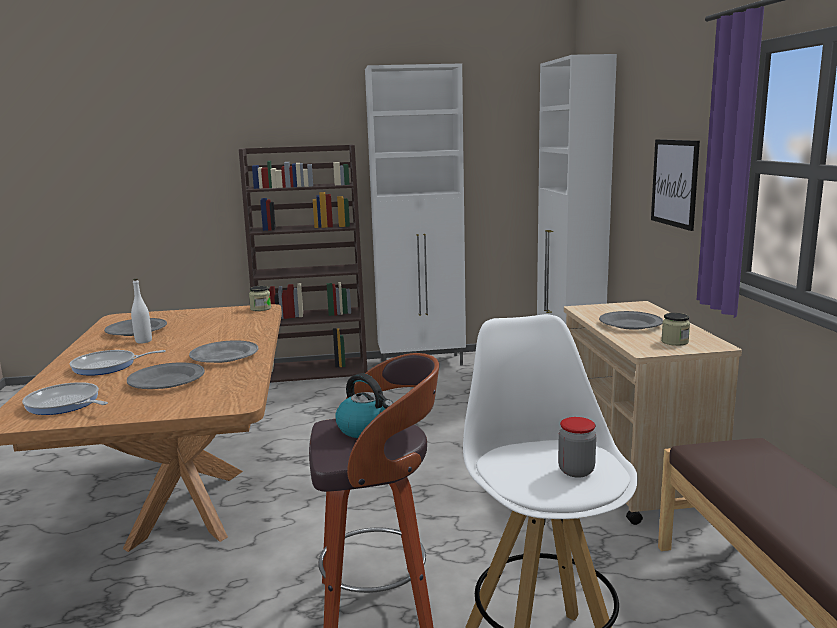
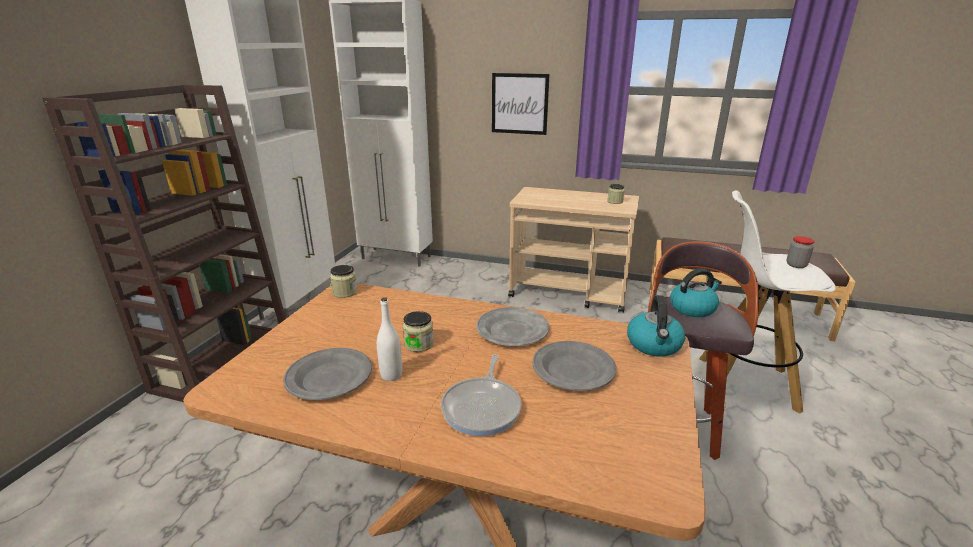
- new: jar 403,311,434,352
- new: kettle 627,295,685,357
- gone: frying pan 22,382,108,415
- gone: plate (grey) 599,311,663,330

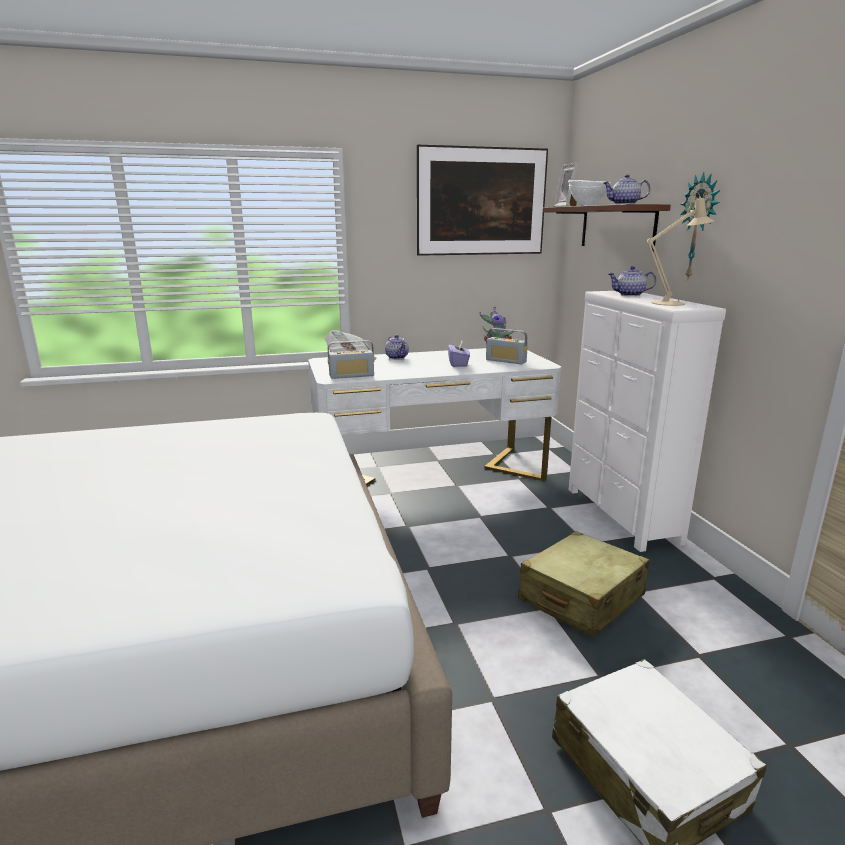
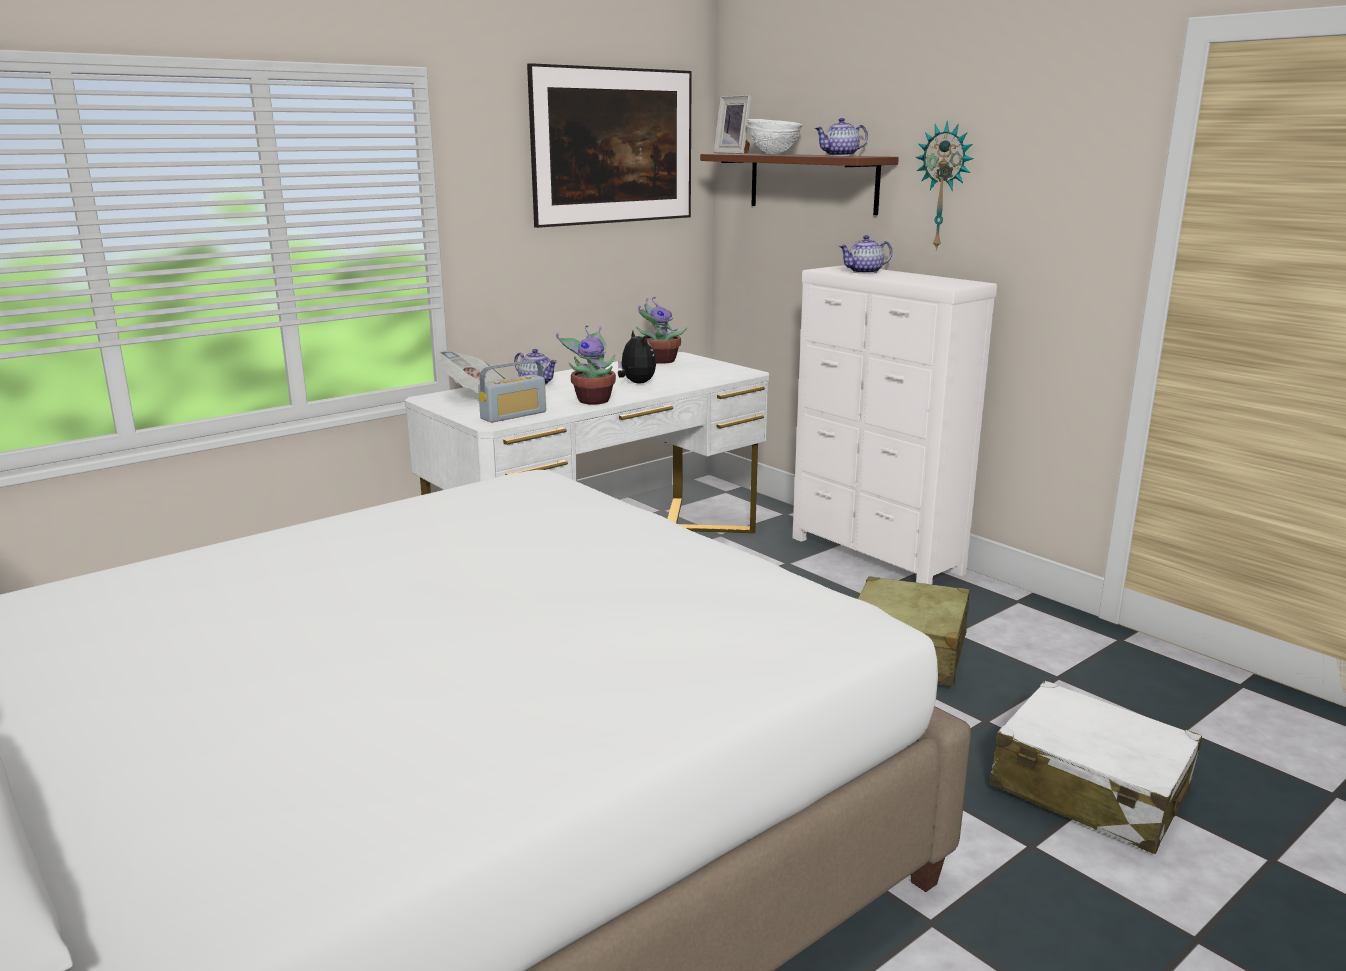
- new: potted plant 556,325,616,405
- swapped: tissue box (purple) 448,341,470,367 to plush toy 618,331,656,383
- gone: radio 486,328,528,364
- gone: table lamp (beige) 647,192,715,306

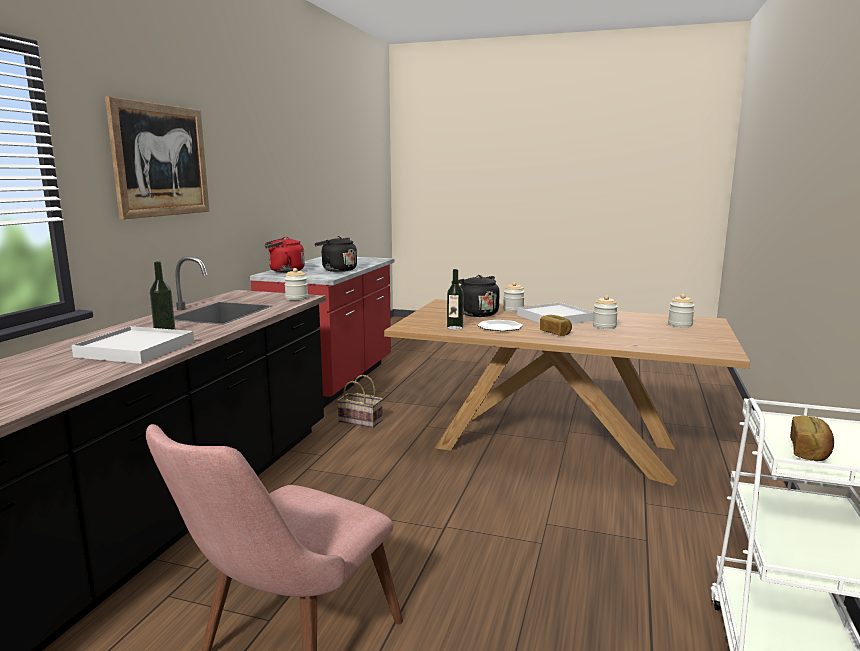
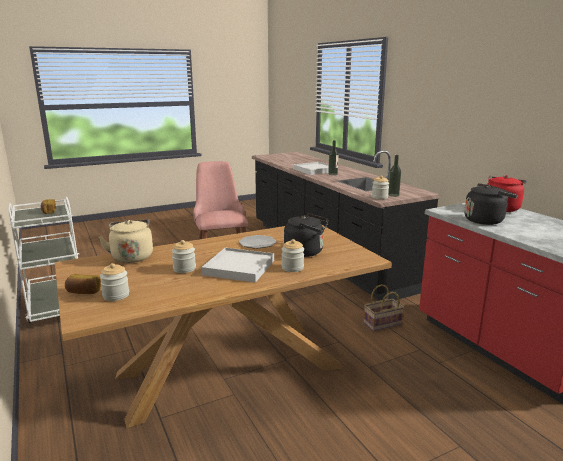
- shifted: bread 540,315,572,336 to 65,274,101,294
- new: kettle (beige) 99,220,153,263
- shifted: bottle 447,269,464,330 to 388,155,401,197
- gone: picture 105,96,210,220

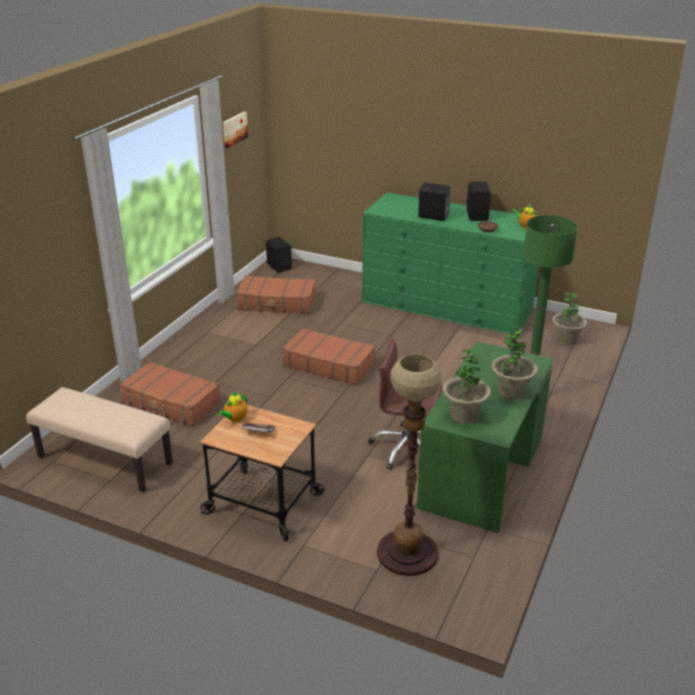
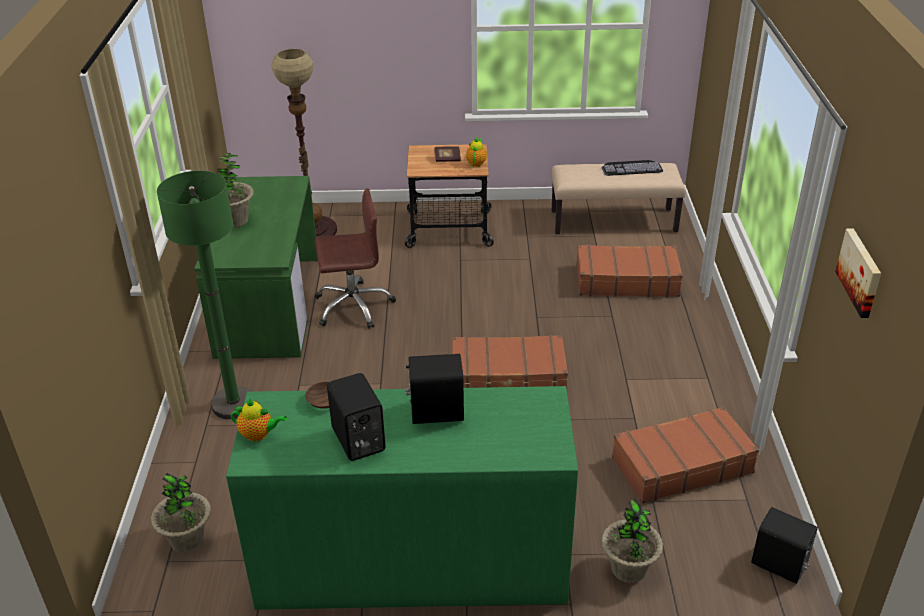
- shifted: potted plant 442,350,491,424 to 601,499,663,583
- new: keyboard 602,160,663,176

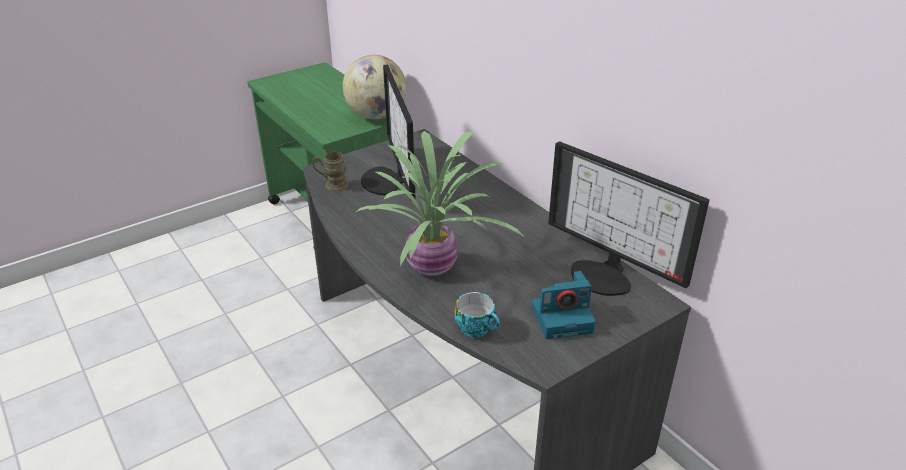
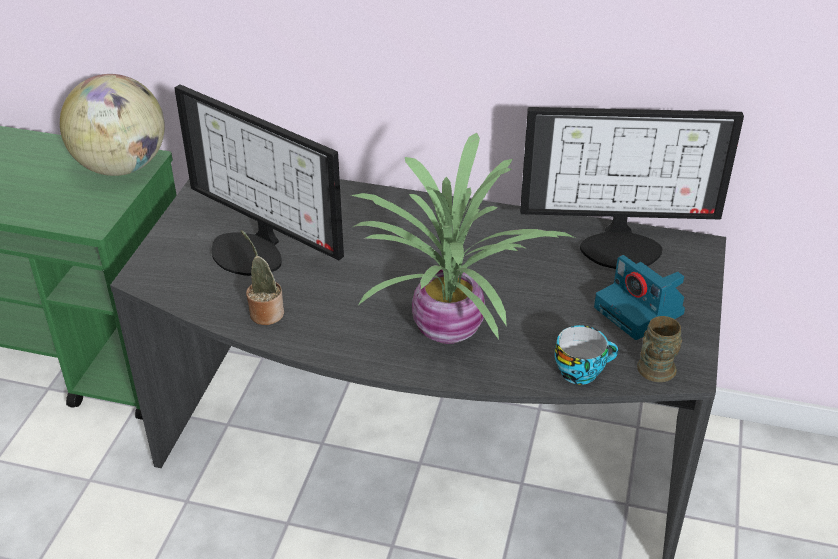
- new: potted plant 241,230,284,325
- rotated: photo camera 531,271,595,339 = 594,255,685,340 105 degrees clockwise
- shifted: mug (brown) 312,152,349,192 to 637,316,682,382

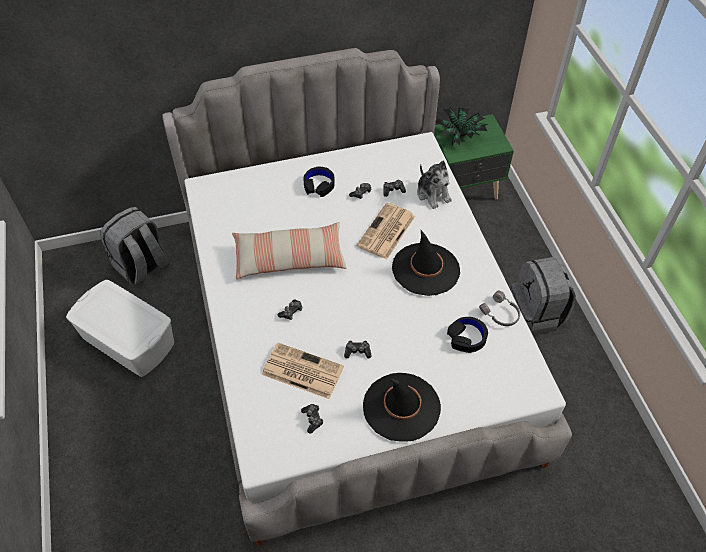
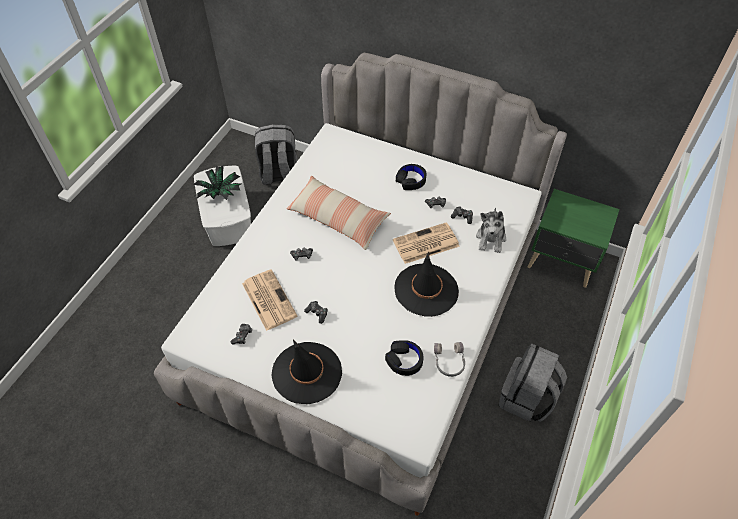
- shifted: potted plant 436,106,487,147 to 194,165,241,200

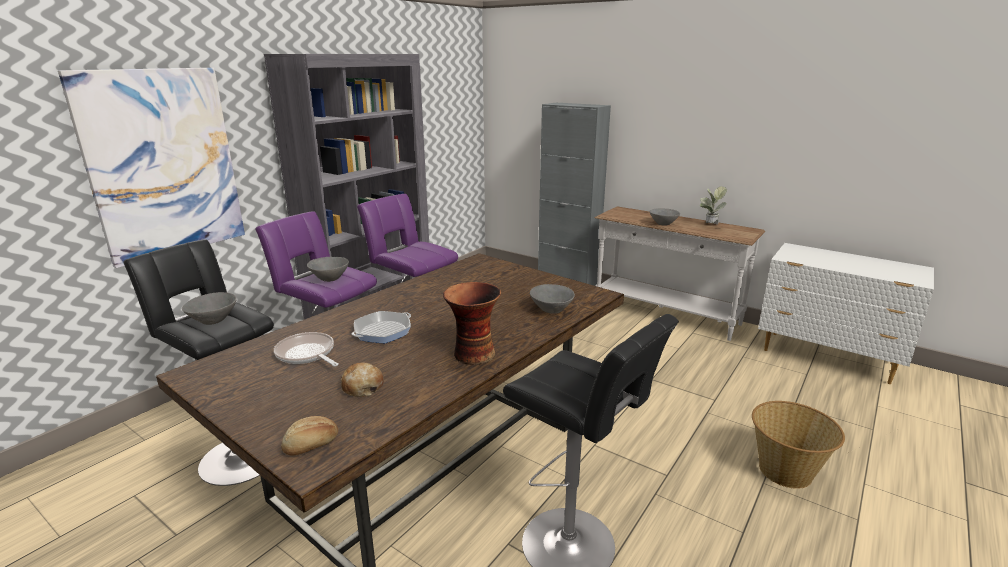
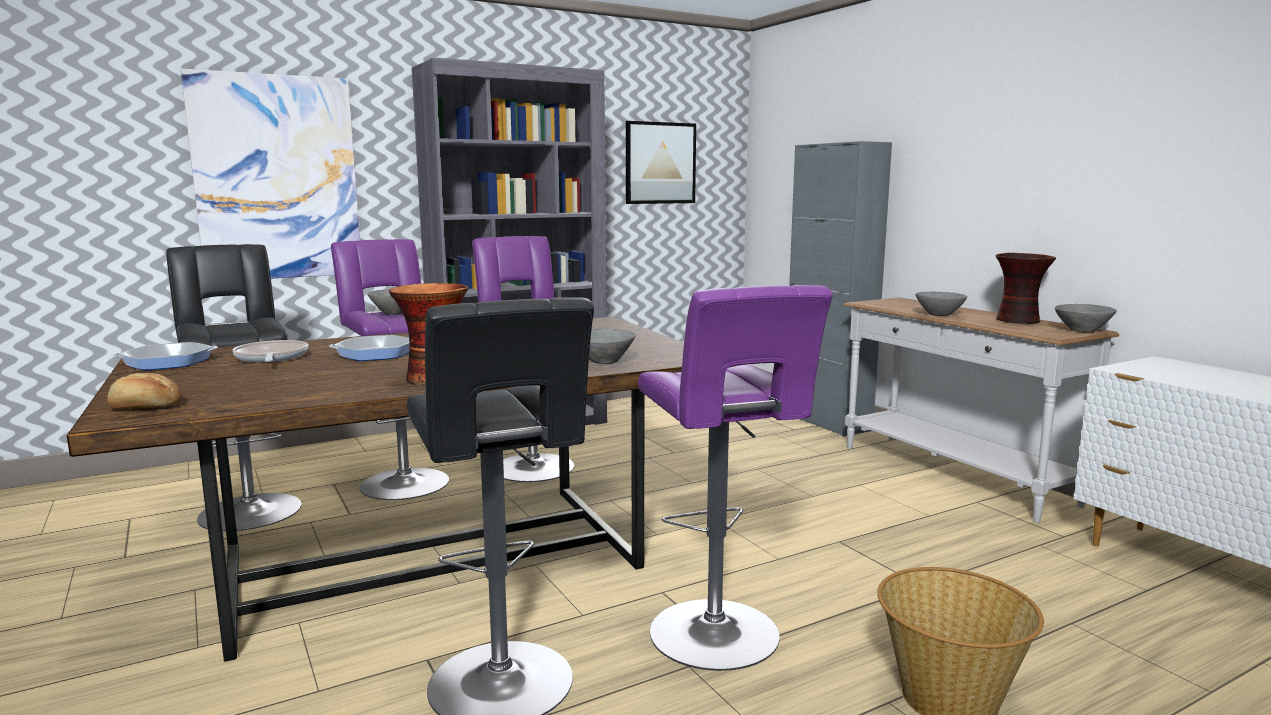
- new: frying pan 113,342,217,370
- new: picture 626,121,696,204
- new: stool (purple) 638,285,833,671
- swapped: potted plant 700,186,727,225 to vase 995,253,1056,324
- shifted: bowl (grey) 182,292,237,325 to 1055,304,1117,333
- gone: bread 341,362,384,397

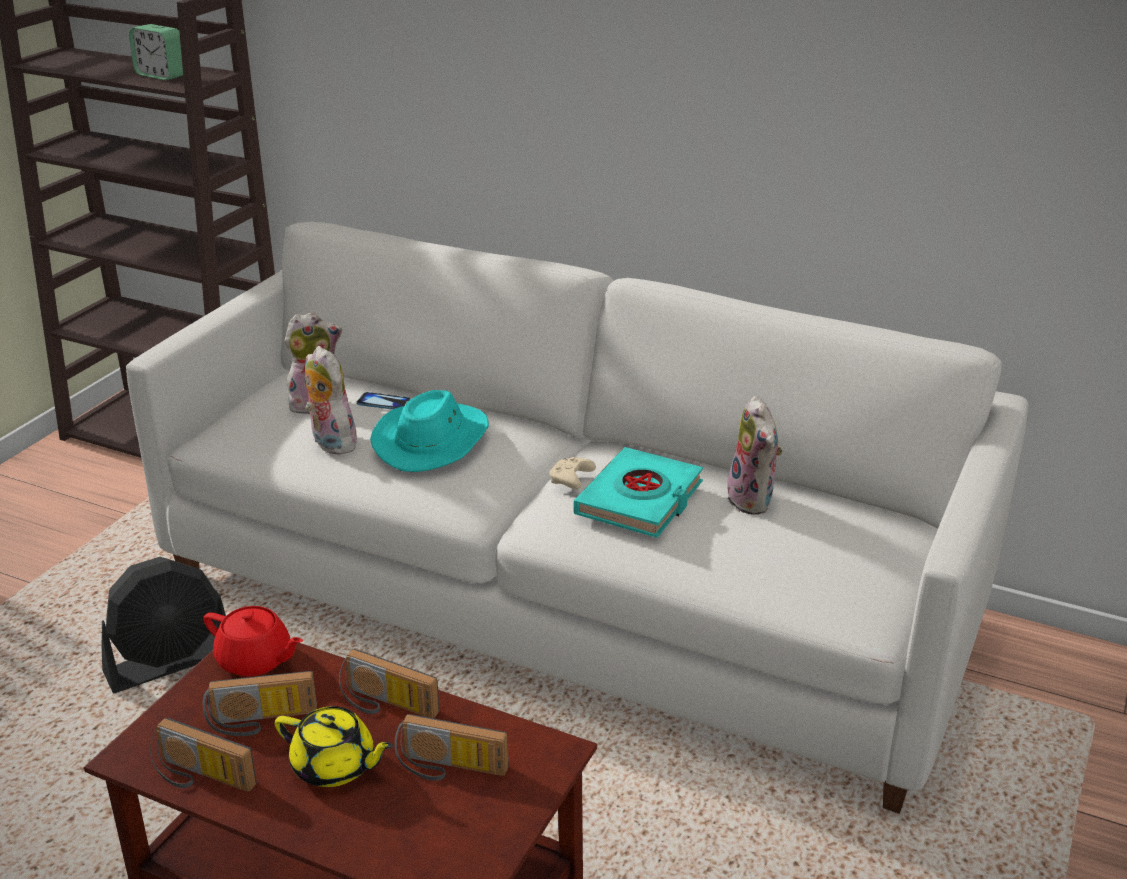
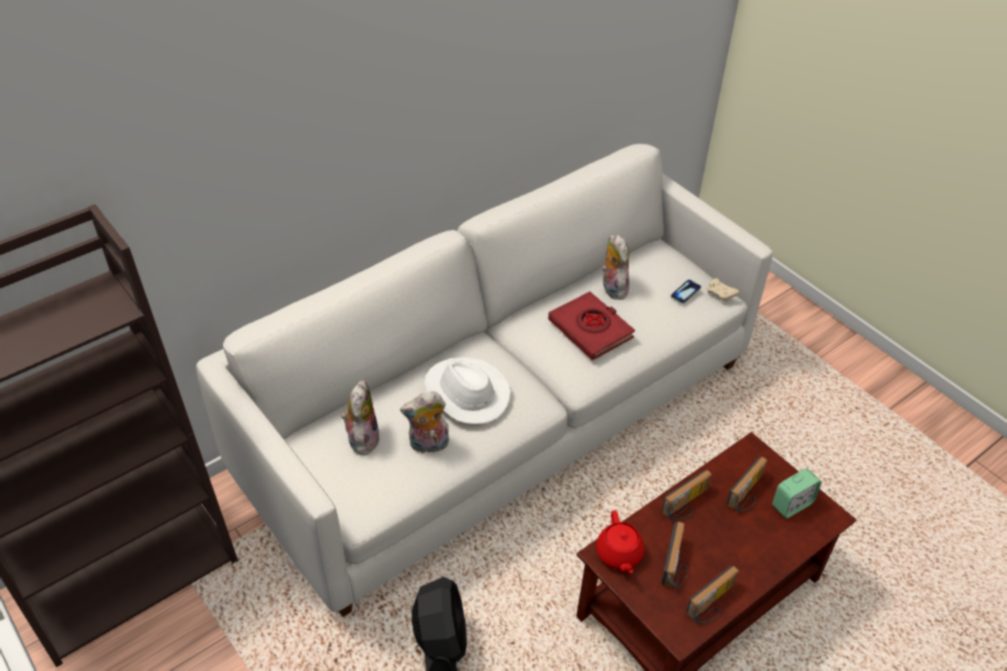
- repainted: hat (turquoise) 370,390,489,472 to hat (white) 424,357,511,424
- repainted: book (turquoise) 573,447,703,538 to book (red) 548,291,635,360
- rotated: teapot (red) 203,606,303,677 = 596,510,644,573 120 degrees clockwise
- rotated: plush toy 727,395,783,515 = 601,235,629,300 120 degrees counterclockwise
- shifted: phone 357,392,411,410 to 671,280,701,303
- shifted: game controller (beige) 549,457,596,489 to 707,278,739,302
- shifted: alarm clock 129,24,183,80 to 772,468,822,518
- gone: teapot (yellow) 275,706,394,787

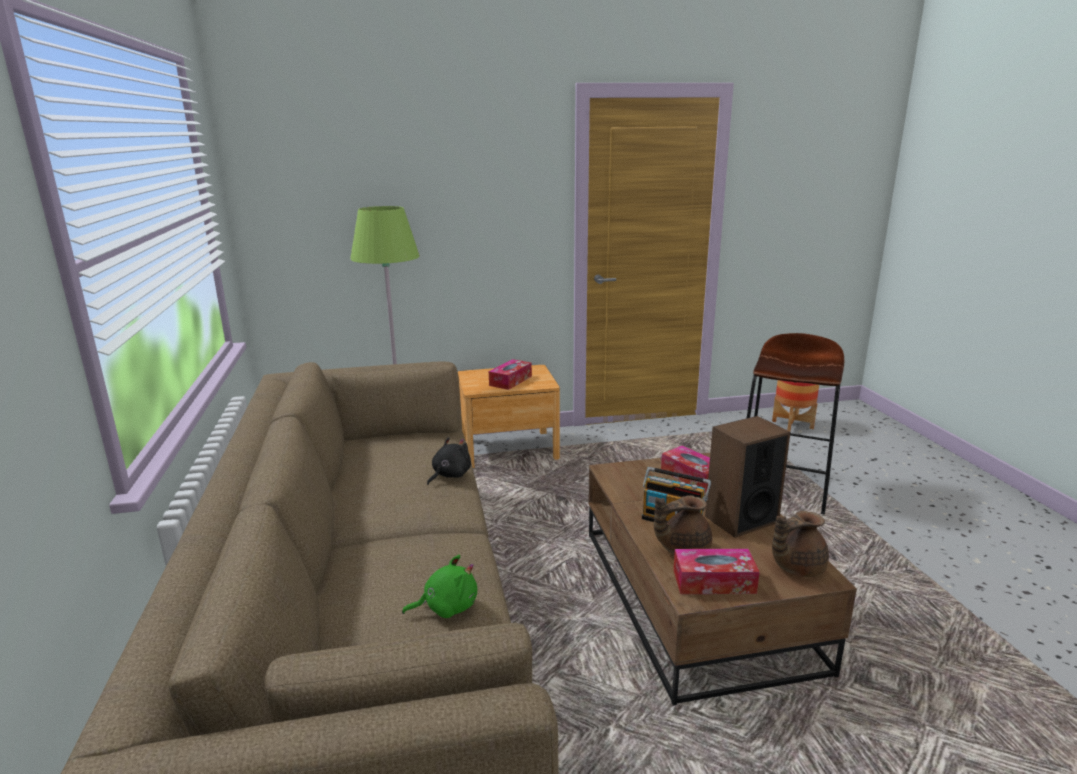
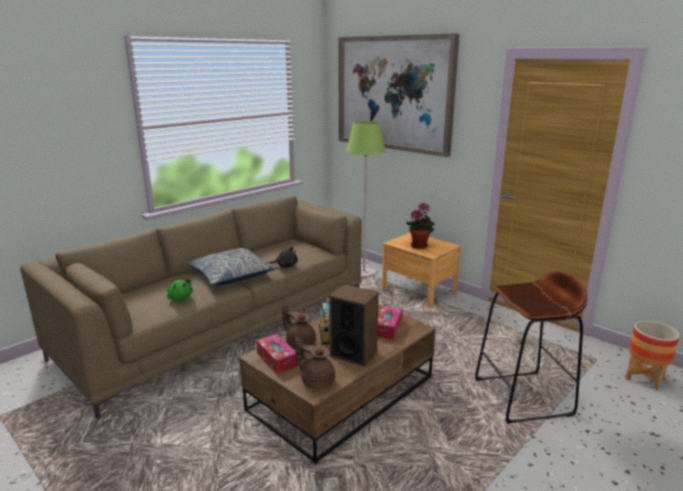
- new: pillow 187,248,277,285
- new: picture 339,34,460,157
- swapped: tissue box 489,359,532,390 to potted plant 406,203,435,249

